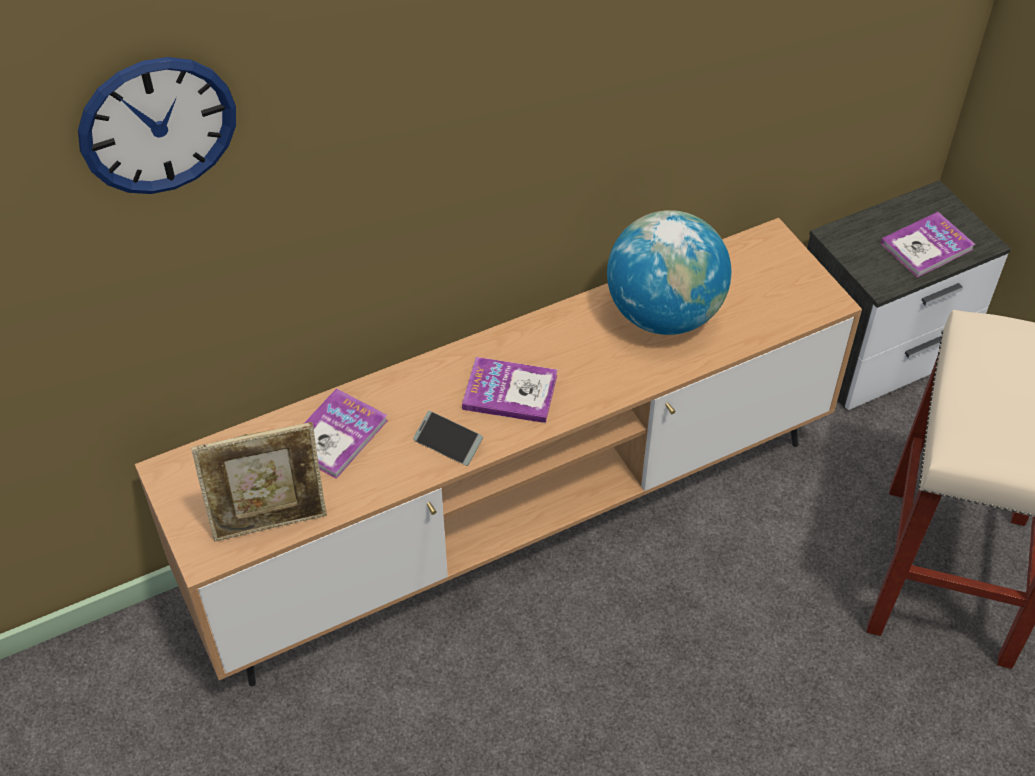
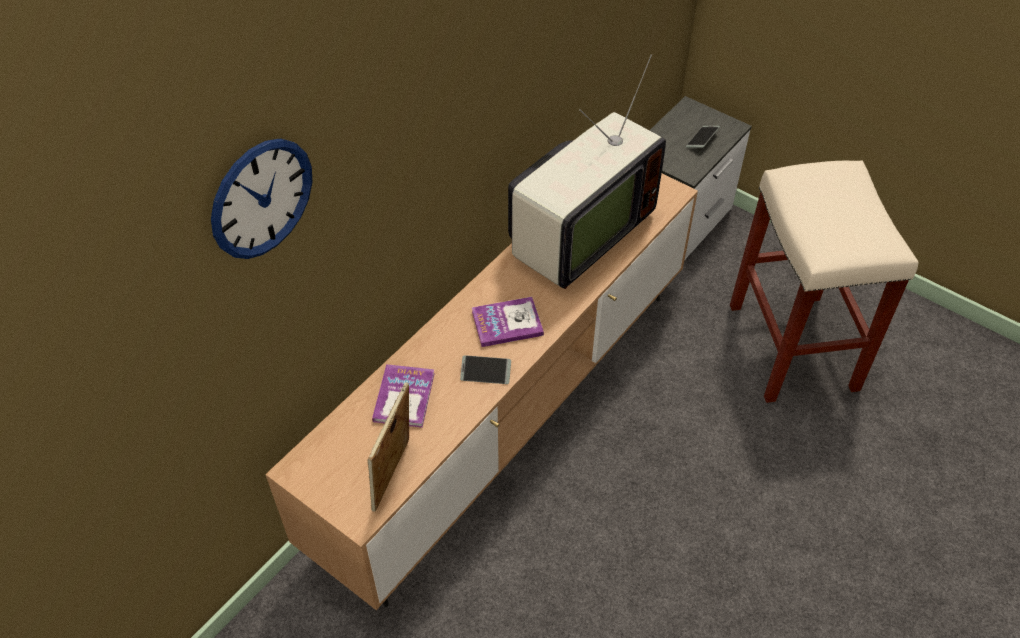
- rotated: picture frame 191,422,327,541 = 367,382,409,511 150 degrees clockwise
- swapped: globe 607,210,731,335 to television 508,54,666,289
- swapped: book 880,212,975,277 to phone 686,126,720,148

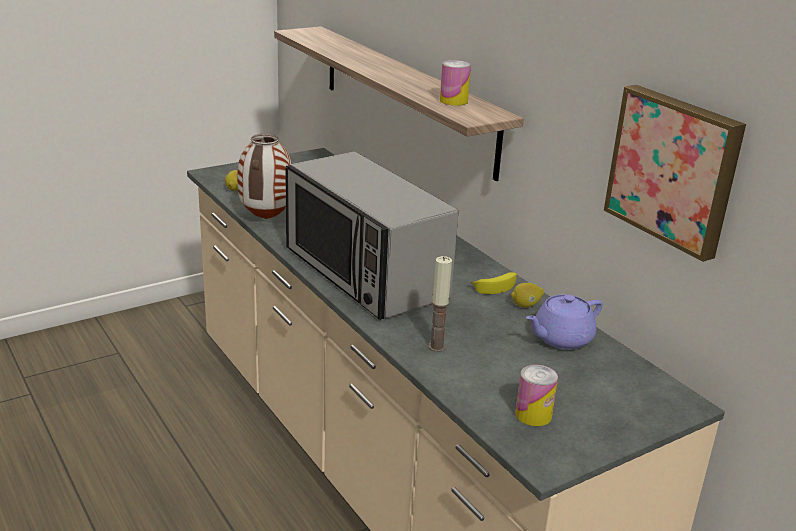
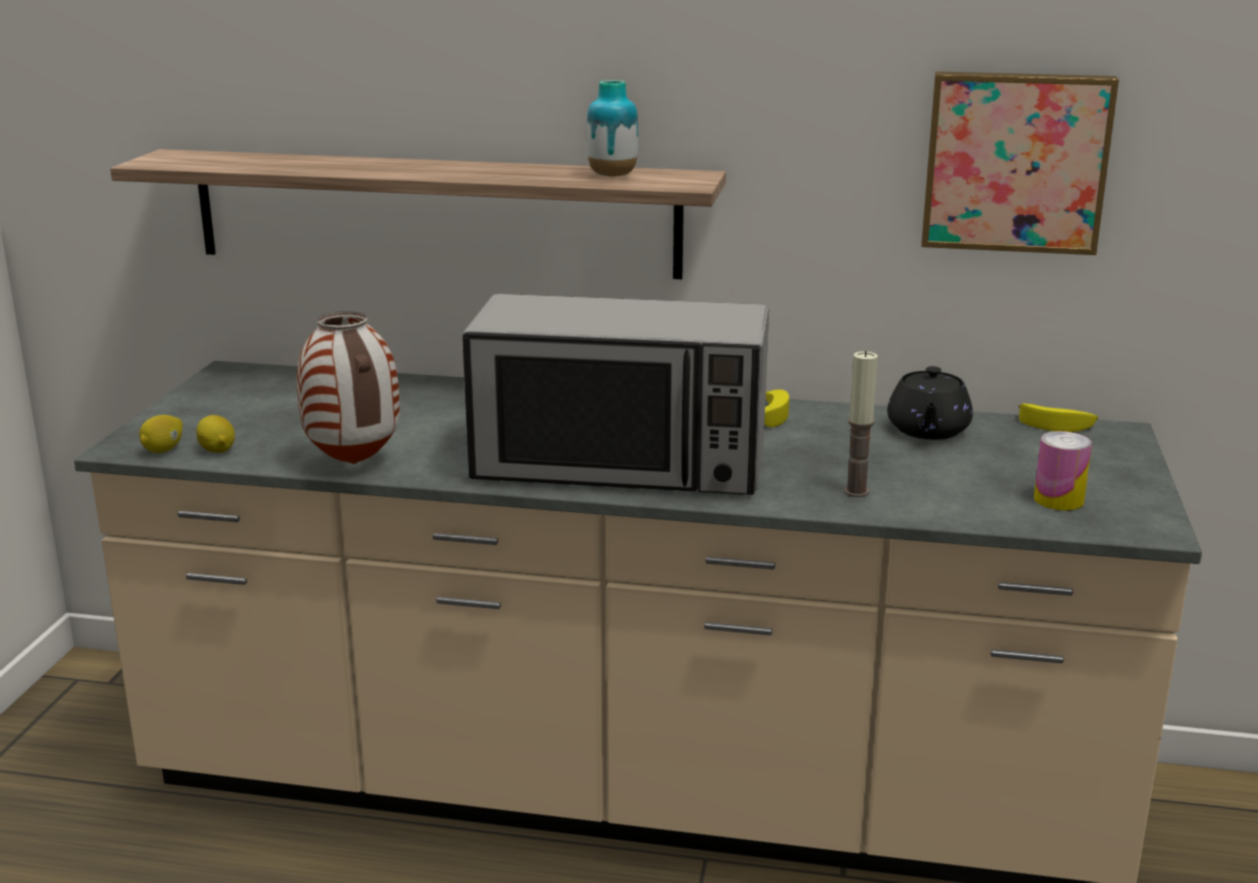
- shifted: lemon 511,283,544,307 to 139,415,183,453
- swapped: can 440,60,471,106 to vase 587,80,638,177
- repainted: teapot (purple) 526,294,603,350 to teapot (black) 887,366,973,440
- new: banana 1018,403,1098,432

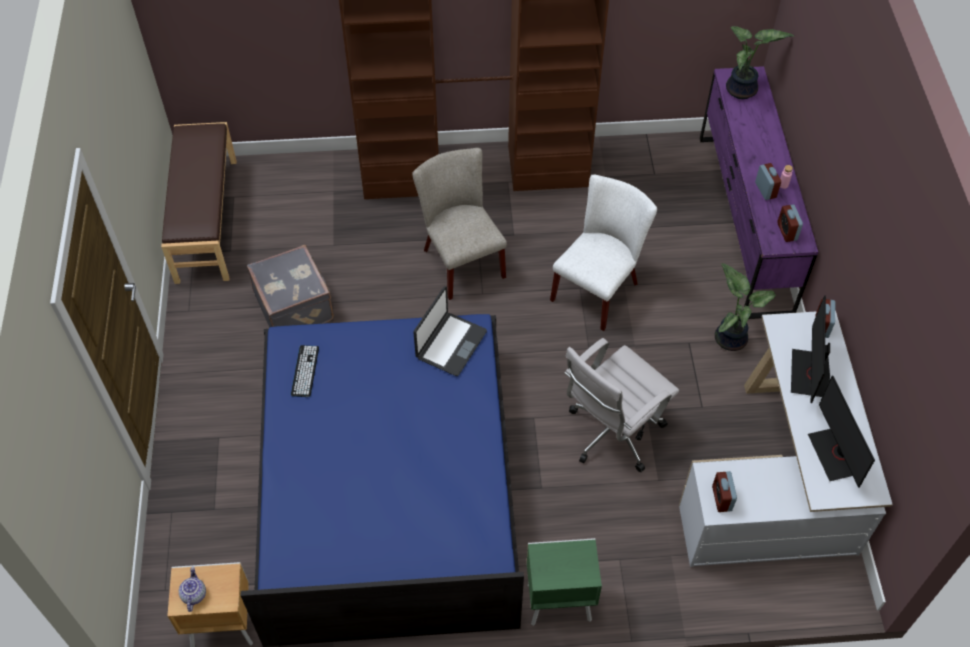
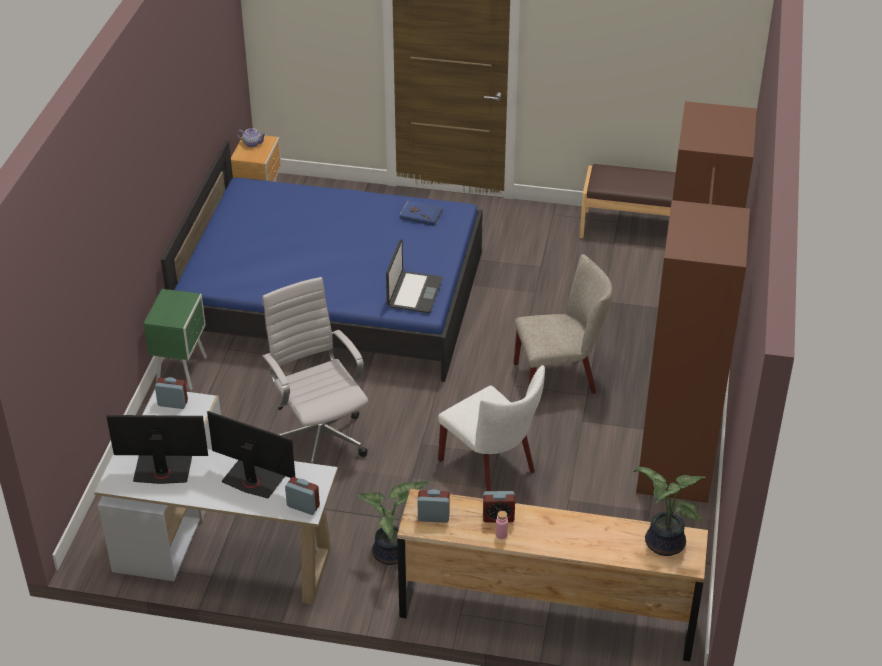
- rotated: laptop 414,286,487,376 = 386,239,443,313 120 degrees counterclockwise
- repainted: dresser (purple) 700,66,818,319 to dresser (brown) 397,489,708,662
- swapped: keyboard 291,345,319,397 to book (blue) 399,201,443,226
- gone: suitcase (grey) 247,245,334,327

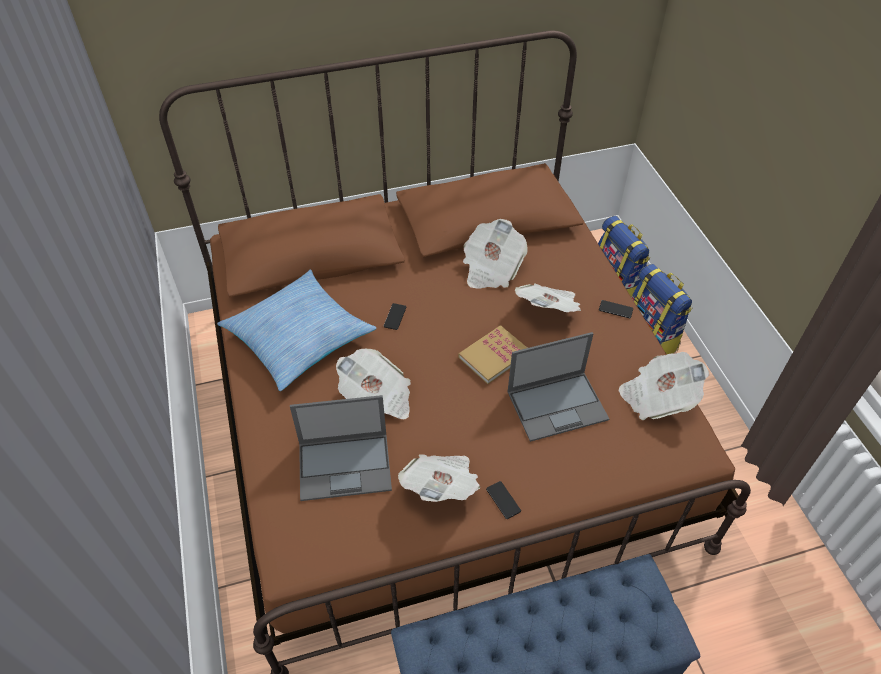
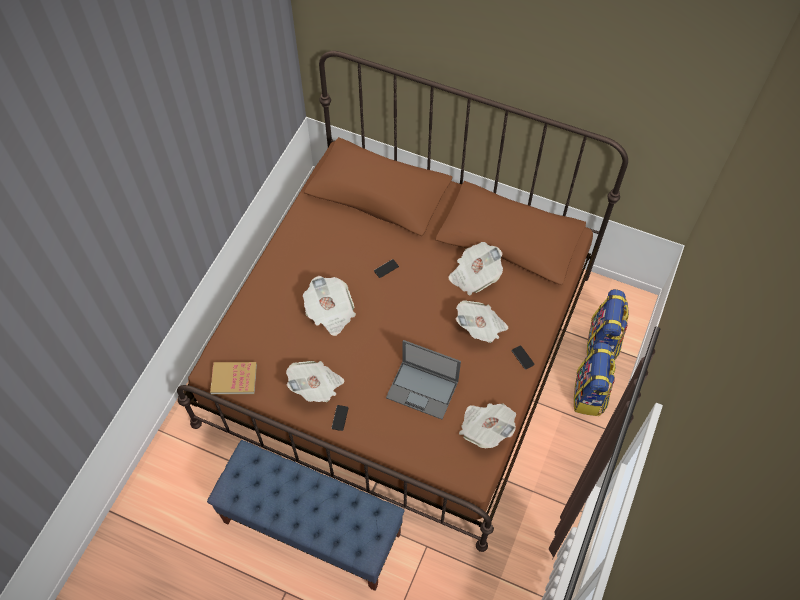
- shifted: book 458,326,527,384 to 210,362,257,395
- gone: pillow 217,269,377,391
- gone: laptop 290,395,392,501

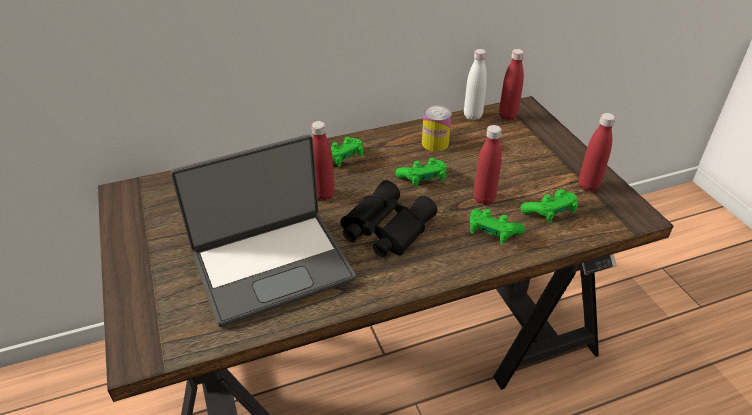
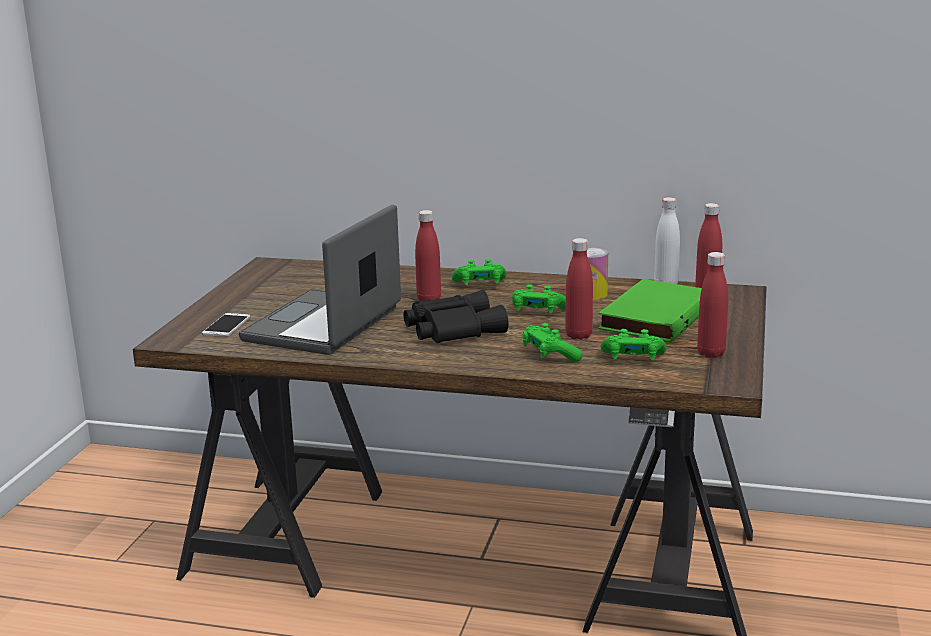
- new: phone 202,313,250,337
- rotated: laptop 171,134,356,327 = 239,205,401,355 105 degrees clockwise
- new: book (green) 598,279,702,343

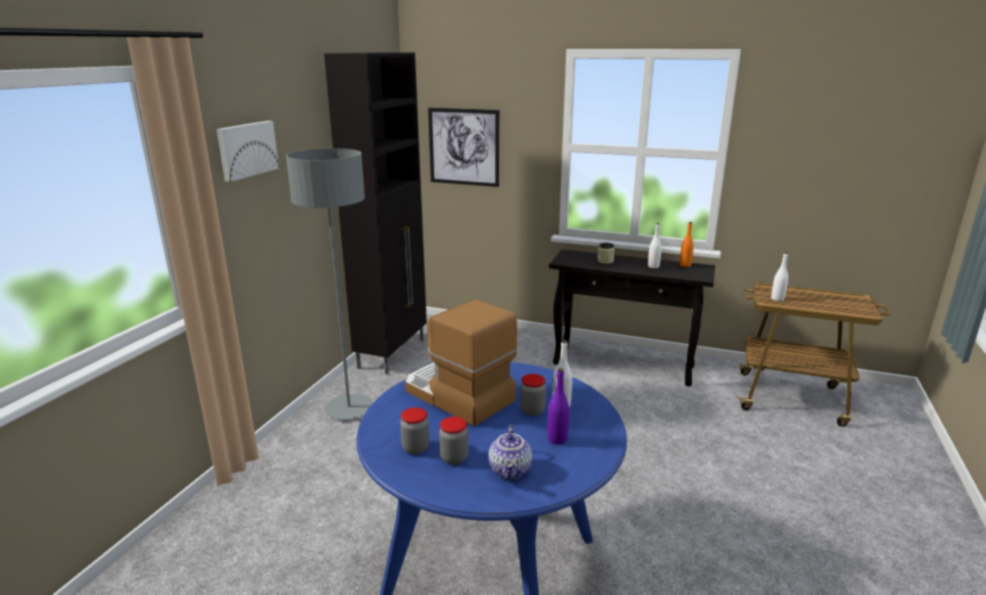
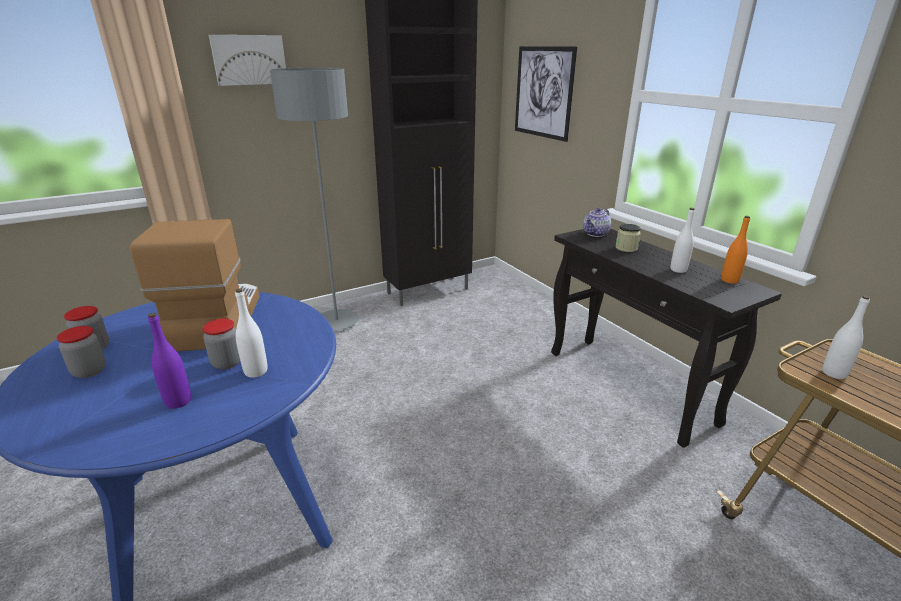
- shifted: teapot 489,425,532,480 to 583,208,611,237

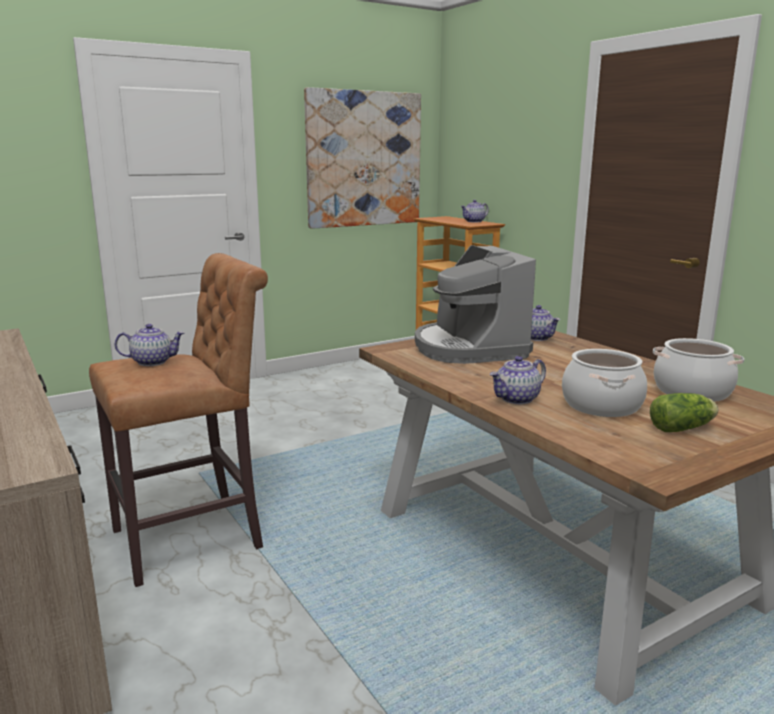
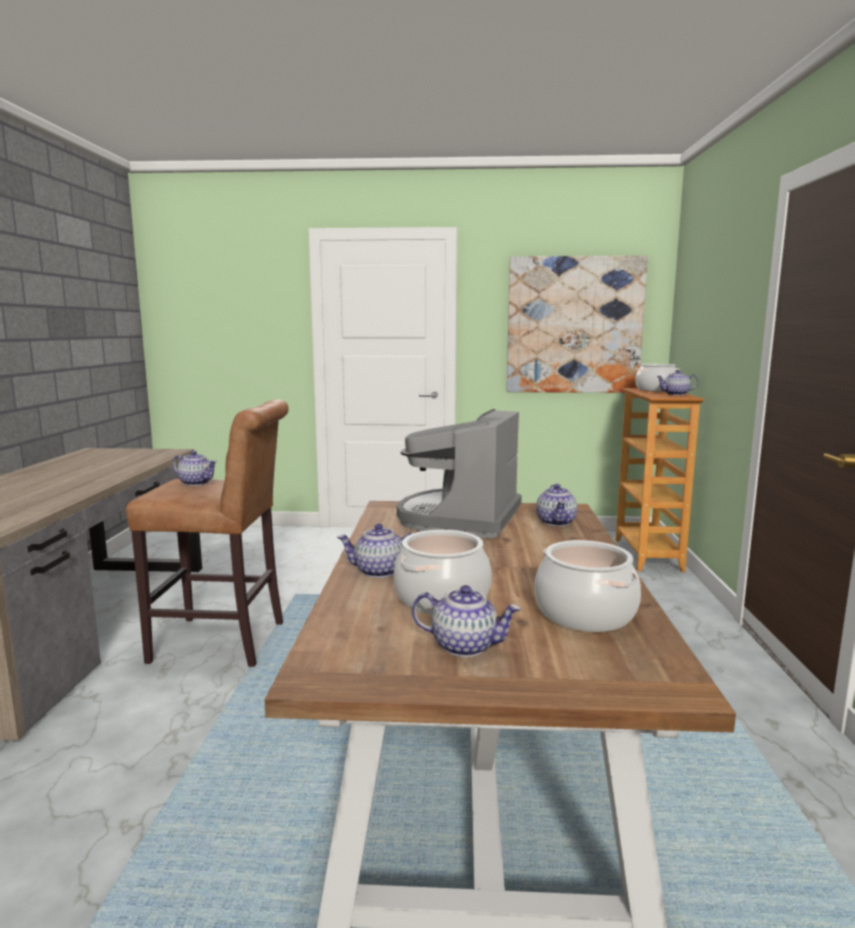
- swapped: lettuce 650,393,718,432 to teapot 412,585,521,657
- new: cooking pot 635,364,680,392

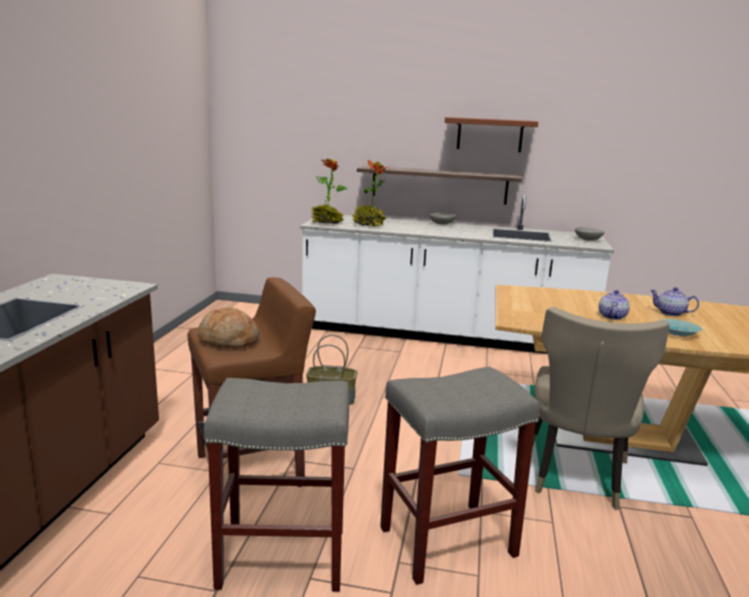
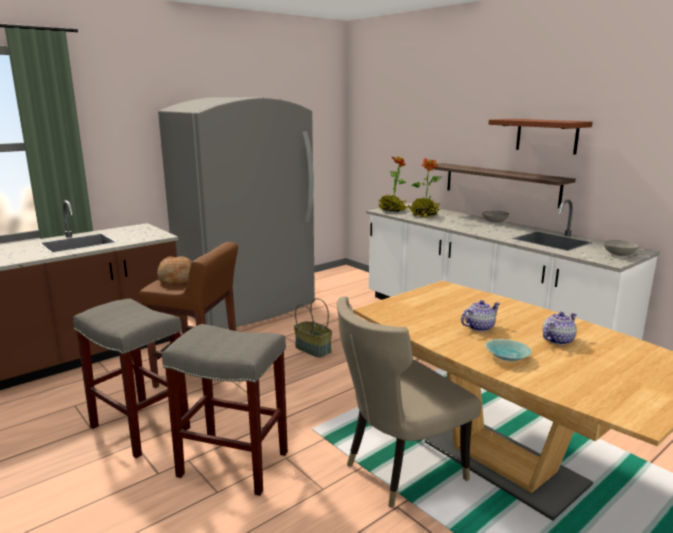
- new: fridge (grey) 158,97,315,329
- rotated: teapot 650,287,699,316 = 543,312,577,345 75 degrees clockwise

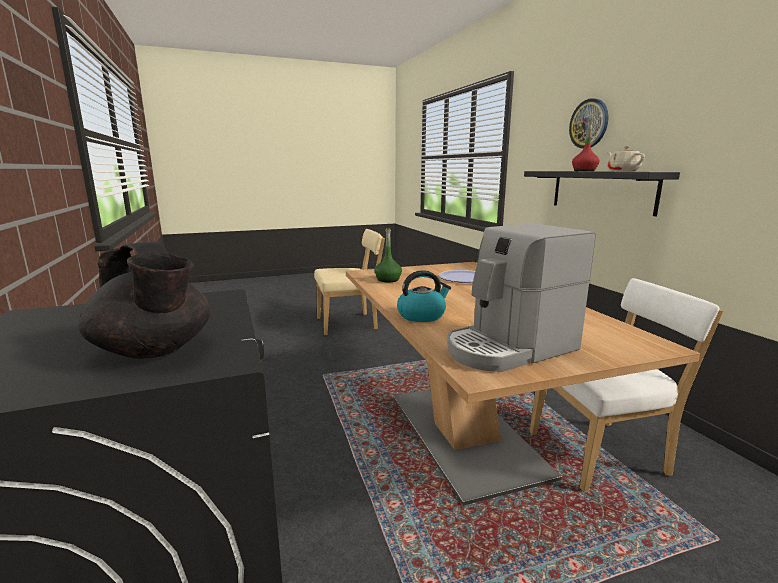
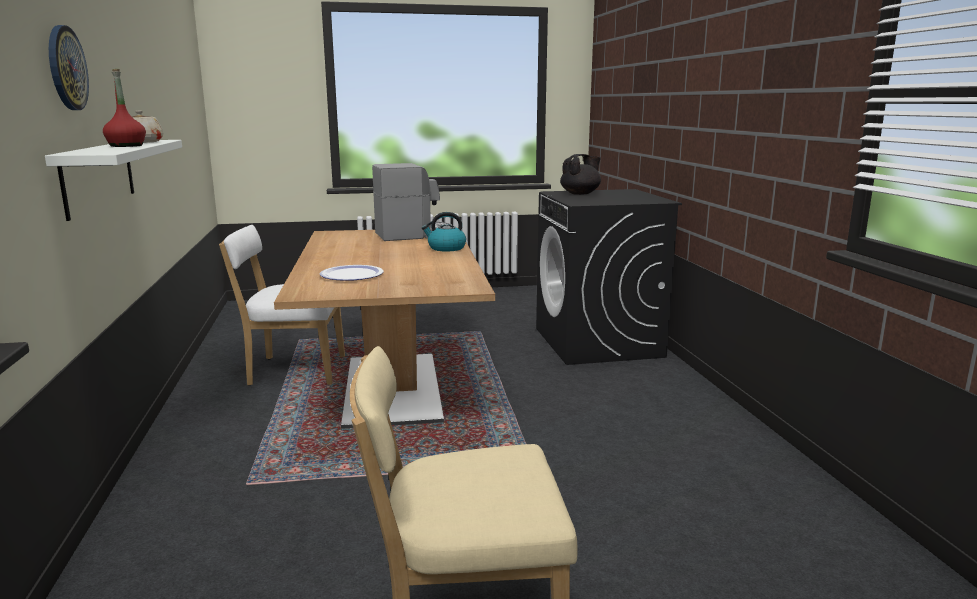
- repainted: shelf (black) 524,171,680,216 to shelf (white) 45,140,182,221
- rotated: teapot (black) 78,242,210,359 = 560,154,601,195 90 degrees clockwise
- gone: bottle (green) 375,228,402,282

